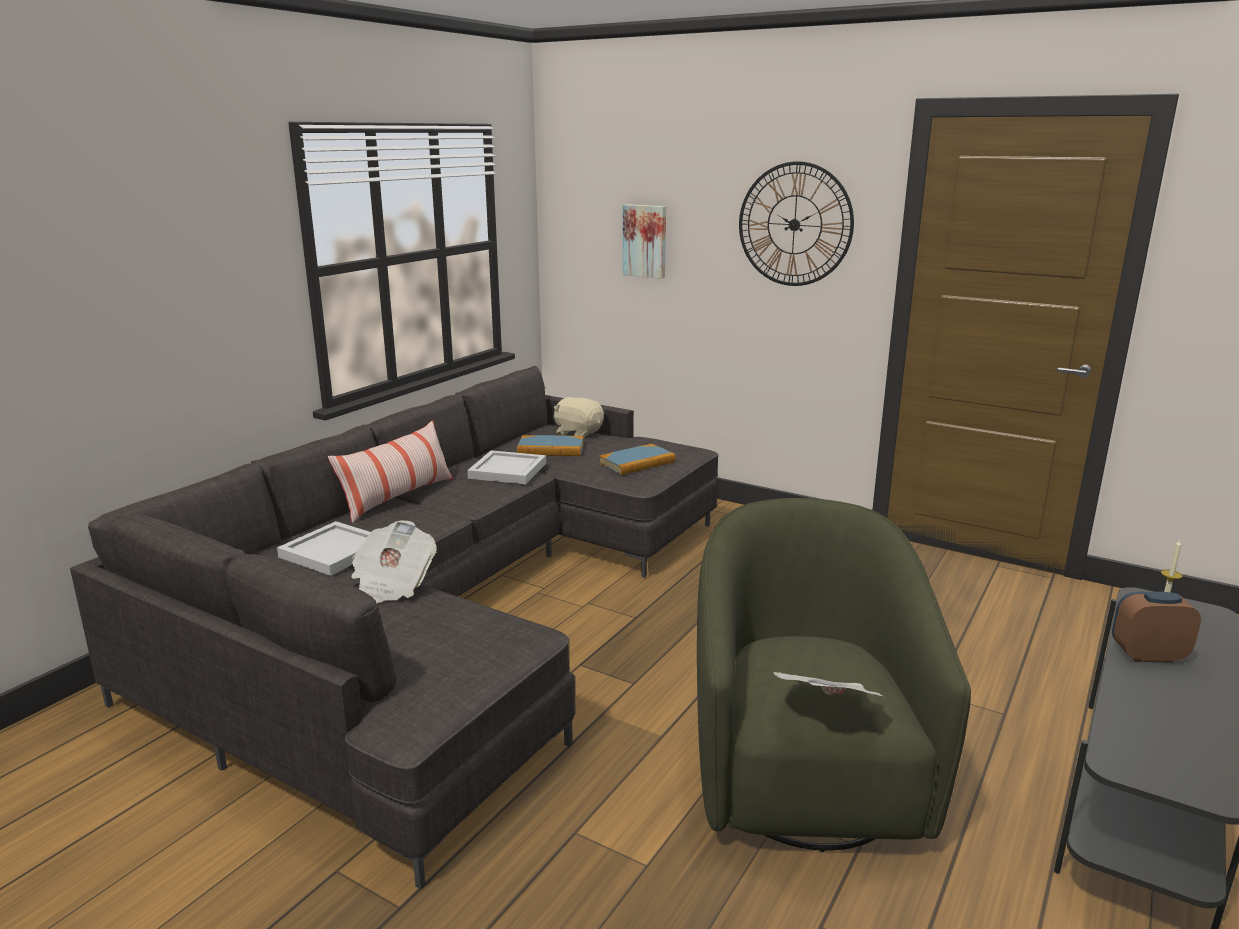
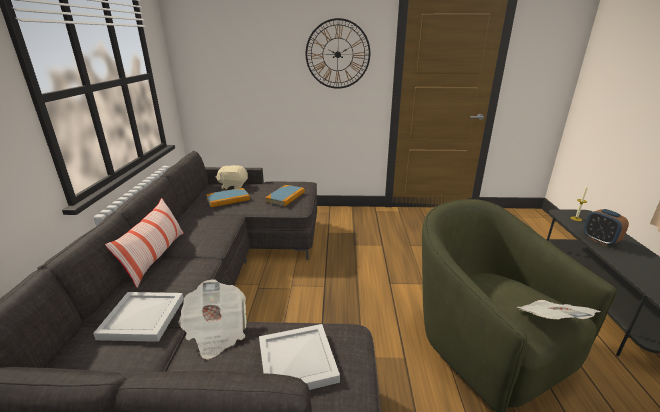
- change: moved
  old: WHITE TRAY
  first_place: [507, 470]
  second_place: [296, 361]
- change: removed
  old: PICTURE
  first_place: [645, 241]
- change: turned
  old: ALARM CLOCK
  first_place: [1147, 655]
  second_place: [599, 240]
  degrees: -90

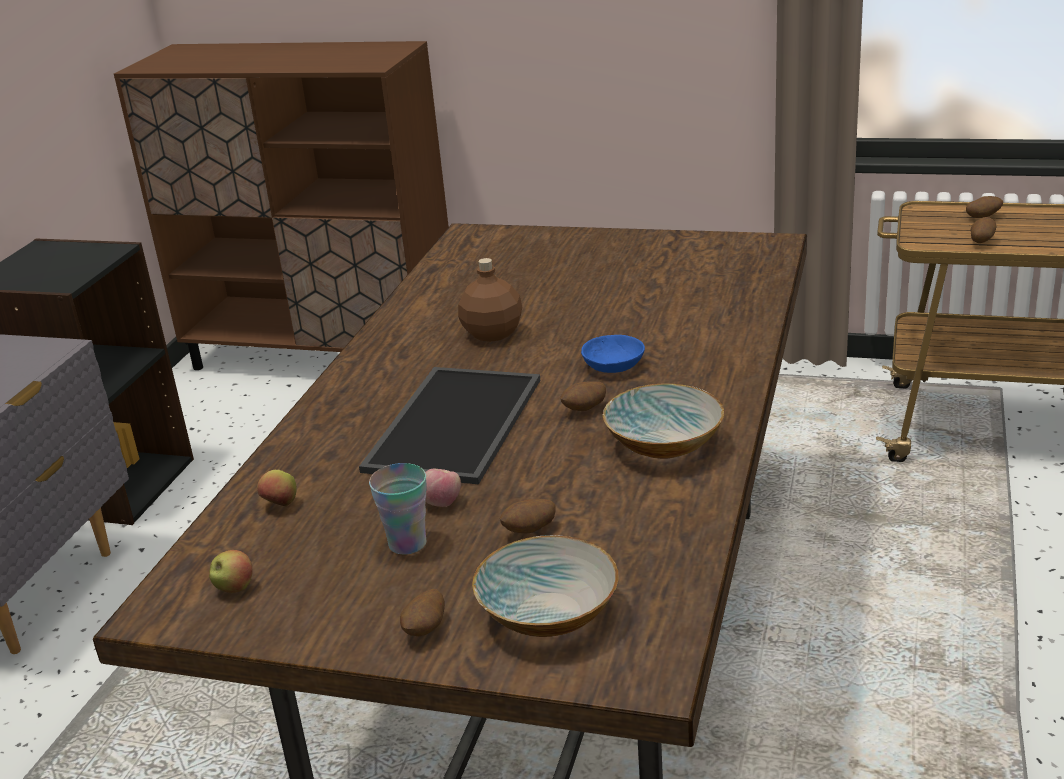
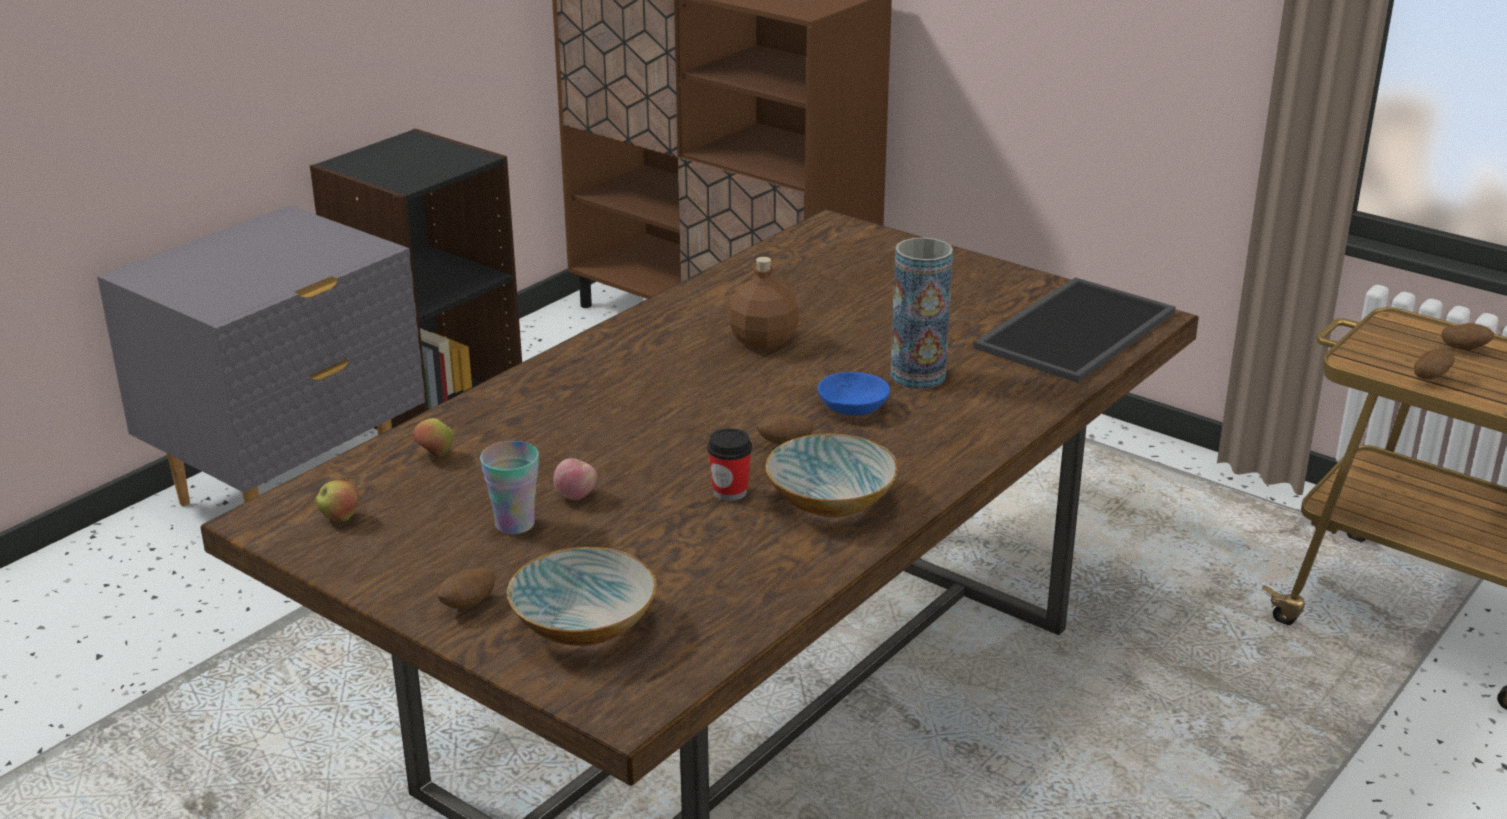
- change: moved
  old: TRAY
  first_place: [452, 422]
  second_place: [1074, 328]
- change: removed
  old: POTATO
  first_place: [530, 531]
- change: added
  new: CUP
  second_place: [730, 492]
- change: added
  new: VASE
  second_place: [917, 376]

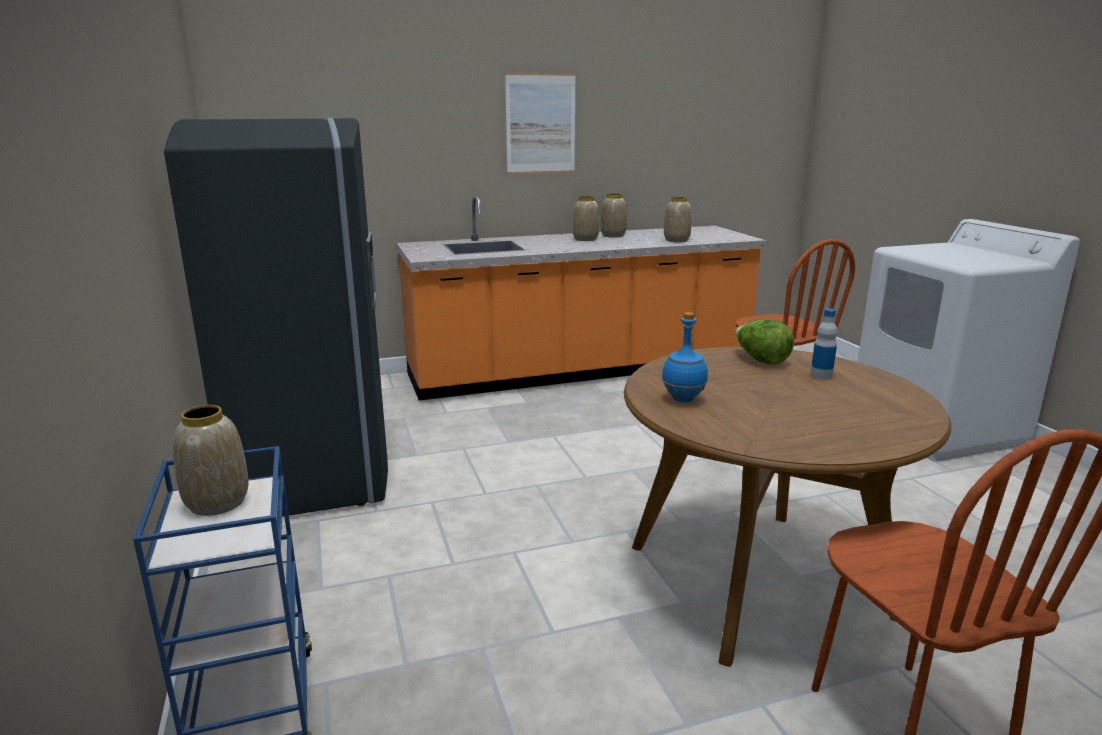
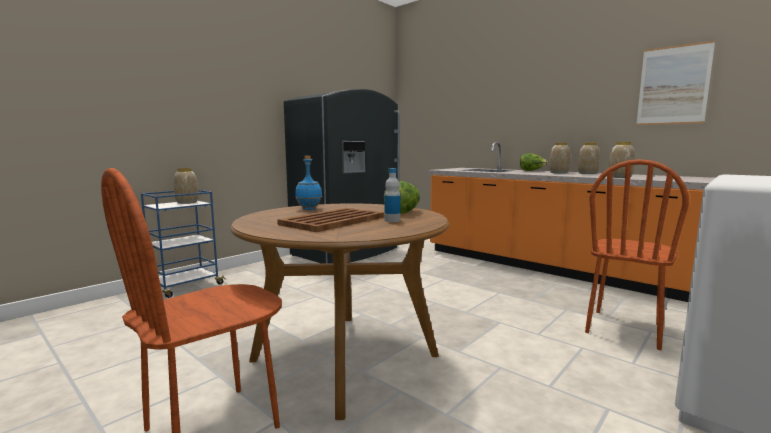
- change: moved
  old: PICTURE
  first_place: [540, 124]
  second_place: [673, 85]
- change: added
  new: BROWN TRAY
  second_place: [334, 220]
- change: added
  new: LETTUCE
  second_place: [531, 171]

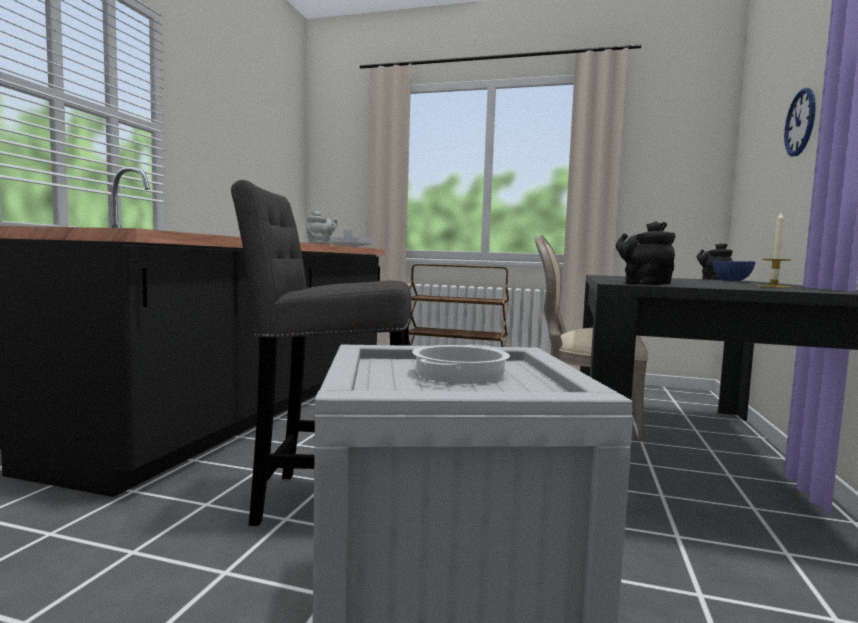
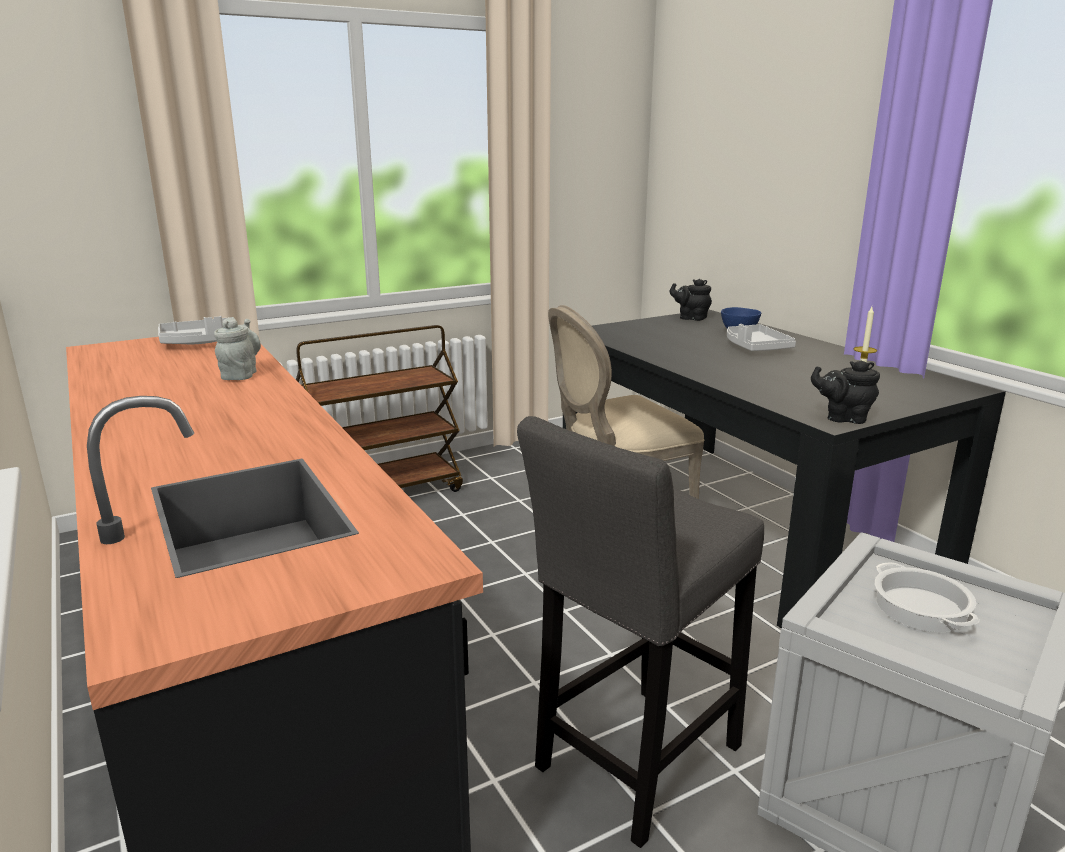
- change: removed
  old: WALL CLOCK
  first_place: [800, 122]
- change: added
  new: GREY TRAY
  second_place: [755, 347]

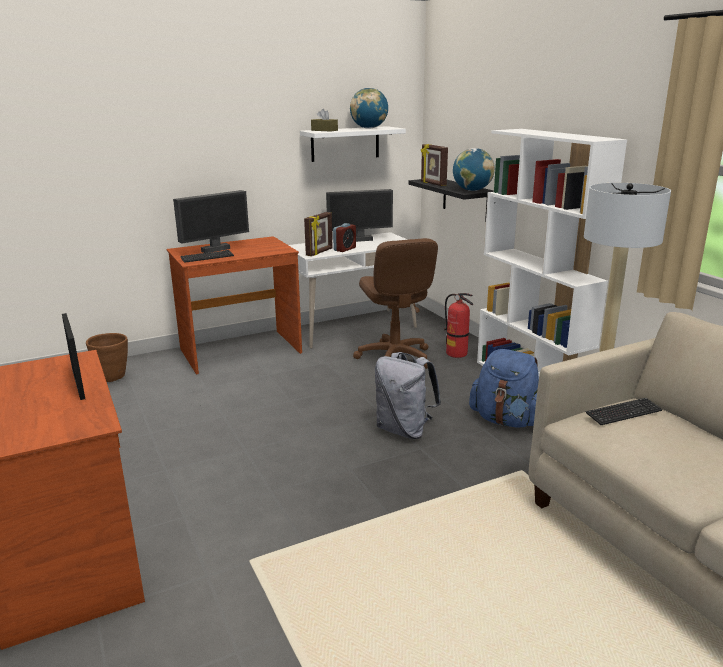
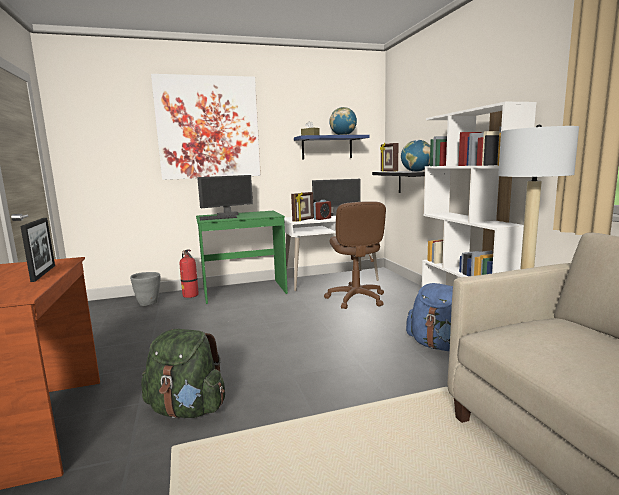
- change: recoloured
  old: BROWN PLANTER
  new: GREY PLANTER
  first_place: [113, 377]
  second_place: [148, 303]
- change: recoloured
  old: BROWN DESK
  new: GREEN DESK
  first_place: [240, 351]
  second_place: [244, 291]
- change: recoloured
  old: WHITE SHELF
  new: BLUE SHELF
  first_place: [345, 144]
  second_place: [327, 147]
- change: removed
  old: GREY BACKPACK
  first_place: [404, 430]
- change: moved
  old: FIRE EXTINGUISHER
  first_place: [457, 354]
  second_place: [191, 295]
- change: removed
  old: KEYBOARD
  first_place: [623, 413]
- change: added
  new: GREEN BACKPACK
  second_place: [187, 409]
- change: added
  new: PICTURE
  second_place: [208, 128]

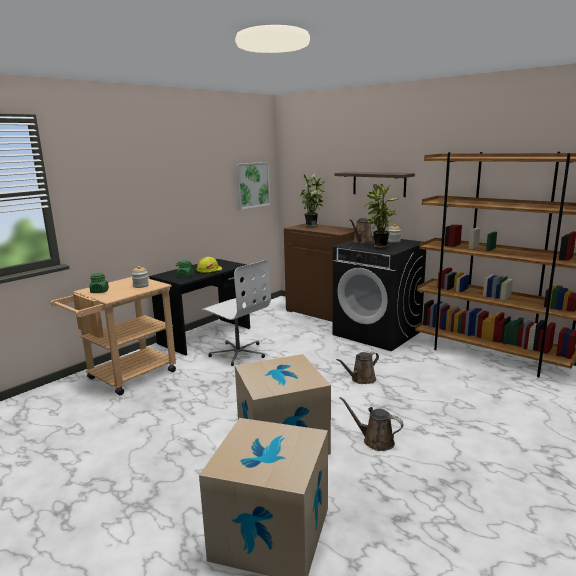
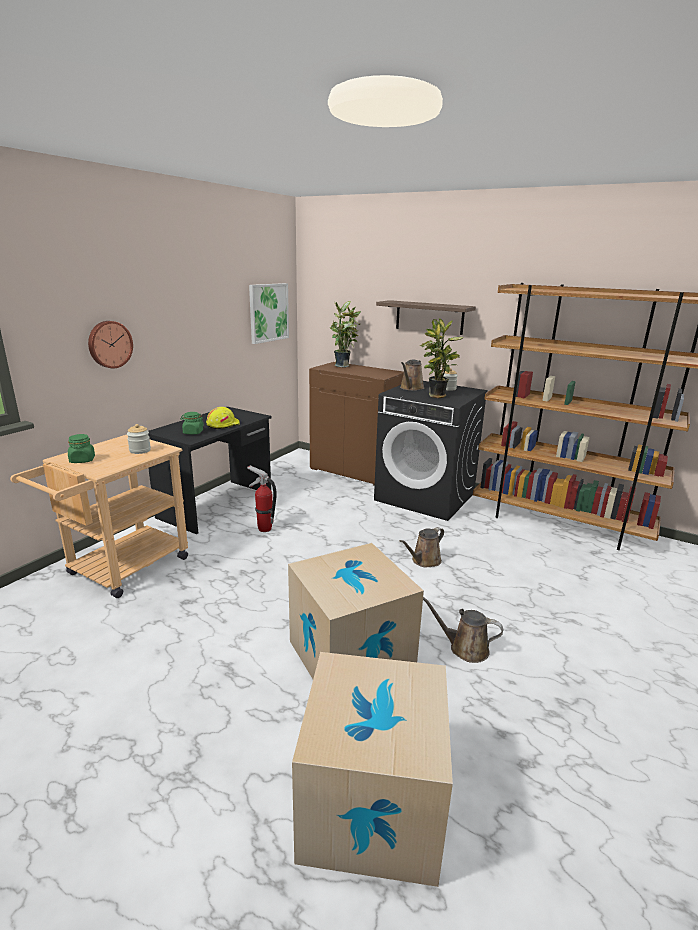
- change: replaced
  old: WHITE OFFICE CHAIR
  new: FIRE EXTINGUISHER
  first_place: [238, 353]
  second_place: [264, 529]
- change: added
  new: WALL CLOCK
  second_place: [109, 344]

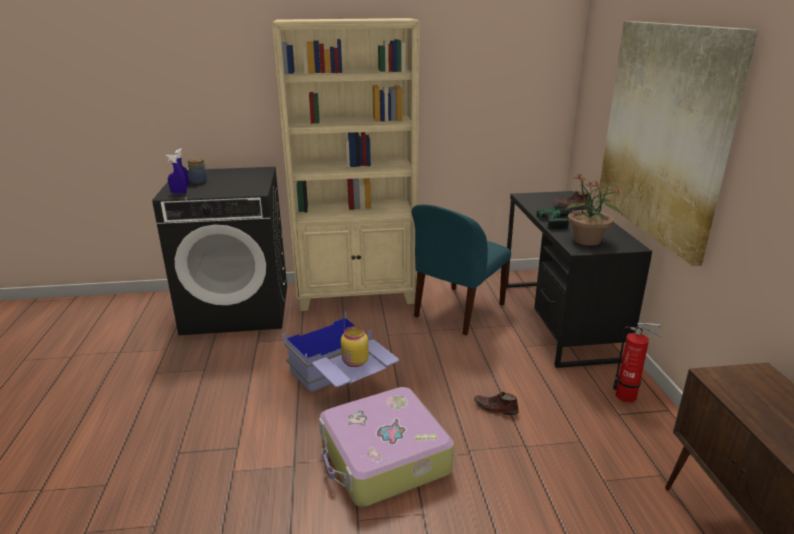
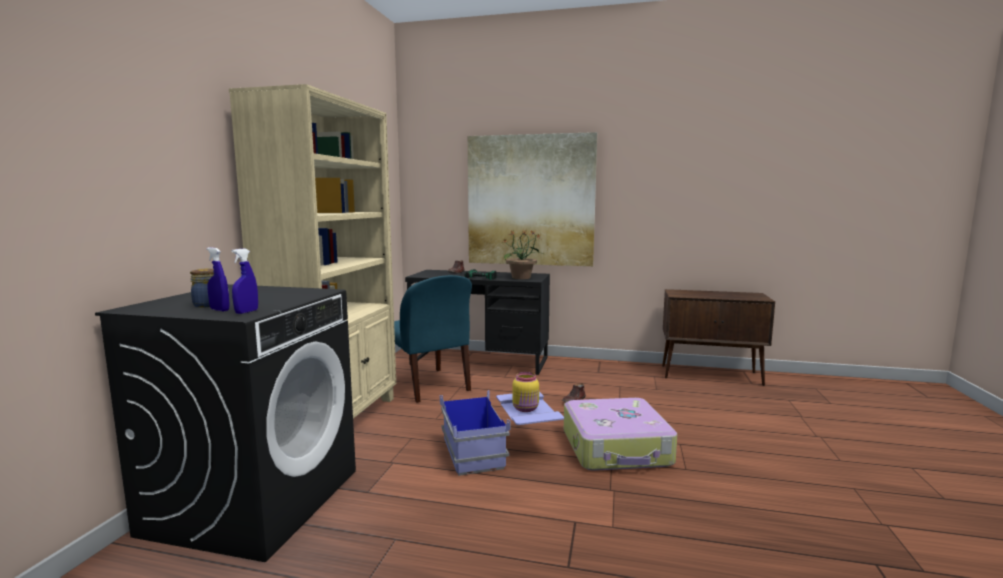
- change: removed
  old: FIRE EXTINGUISHER
  first_place: [629, 397]

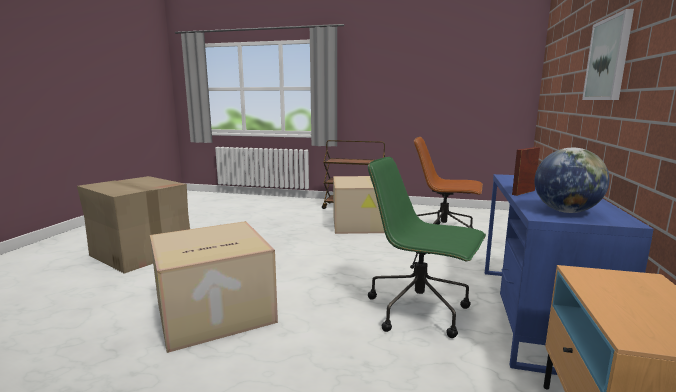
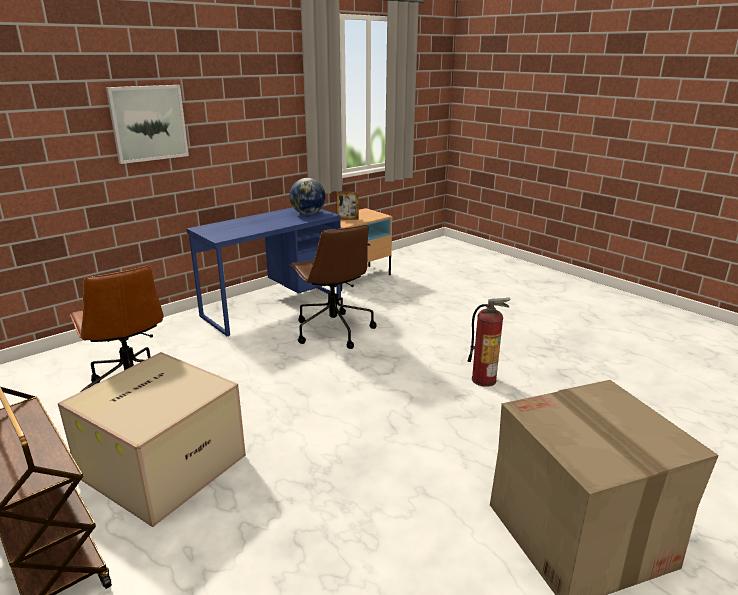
- change: replaced
  old: CARDBOARD BOX
  new: FIRE EXTINGUISHER
  first_place: [213, 312]
  second_place: [484, 379]
- change: recoloured
  old: GREEN OFFICE CHAIR
  new: BROWN OFFICE CHAIR
  first_place: [420, 311]
  second_place: [333, 330]
- change: moved
  old: PICTURE FRAME
  first_place: [523, 192]
  second_place: [347, 219]

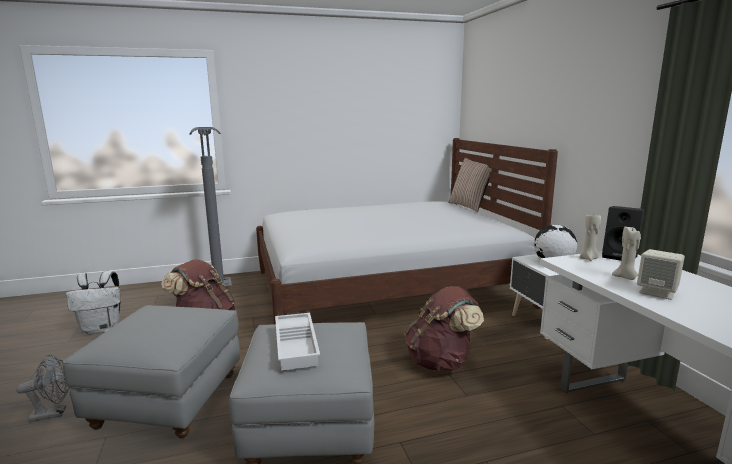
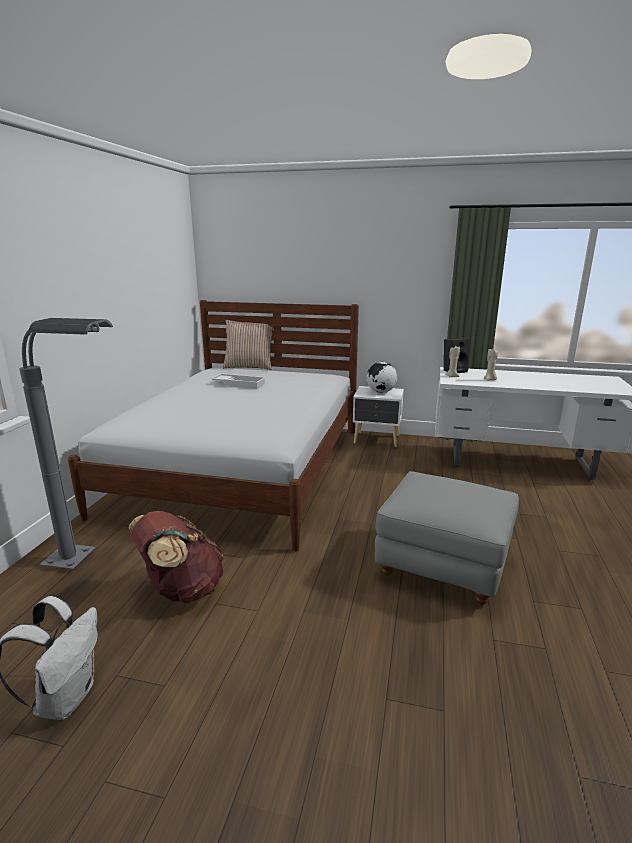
- change: removed
  old: GREY FAN
  first_place: [54, 413]
- change: removed
  old: GREY OTTOMAN
  first_place: [168, 401]
- change: moved
  old: WHITE TRAY
  first_place: [297, 345]
  second_place: [239, 384]
- change: removed
  old: BROWN BACKPACK
  first_place: [441, 362]
- change: removed
  old: BEIGE SPEAKER
  first_place: [657, 292]

